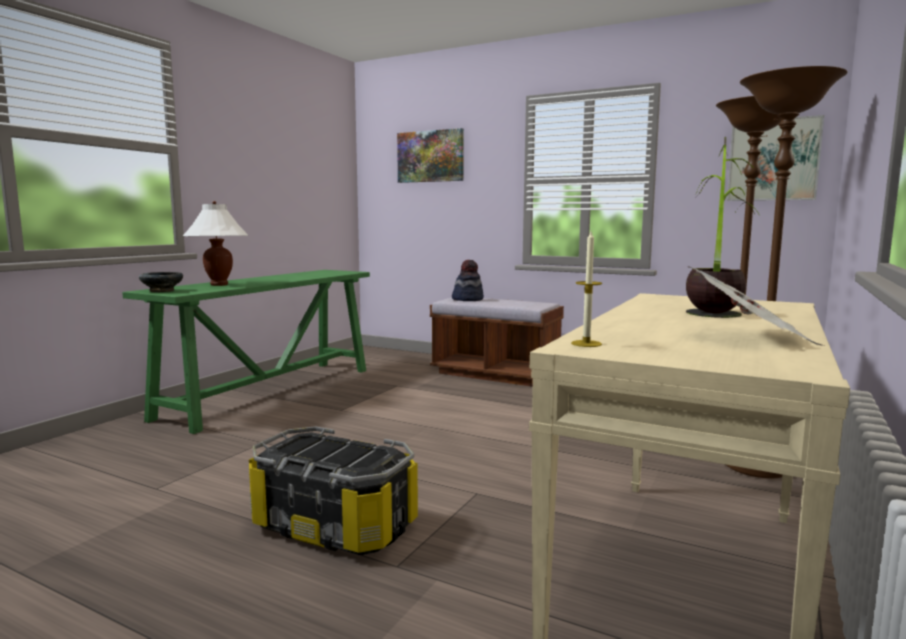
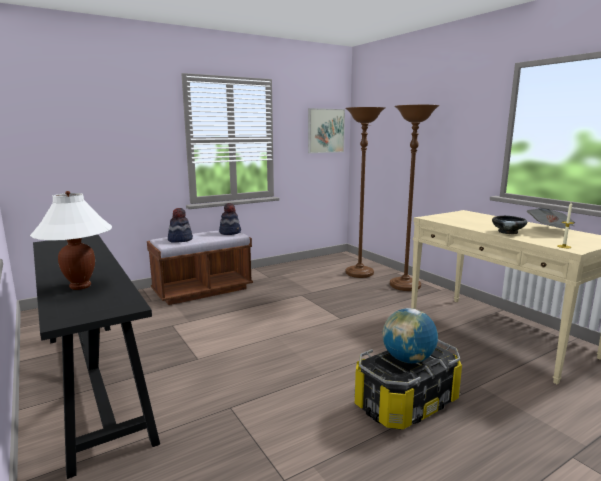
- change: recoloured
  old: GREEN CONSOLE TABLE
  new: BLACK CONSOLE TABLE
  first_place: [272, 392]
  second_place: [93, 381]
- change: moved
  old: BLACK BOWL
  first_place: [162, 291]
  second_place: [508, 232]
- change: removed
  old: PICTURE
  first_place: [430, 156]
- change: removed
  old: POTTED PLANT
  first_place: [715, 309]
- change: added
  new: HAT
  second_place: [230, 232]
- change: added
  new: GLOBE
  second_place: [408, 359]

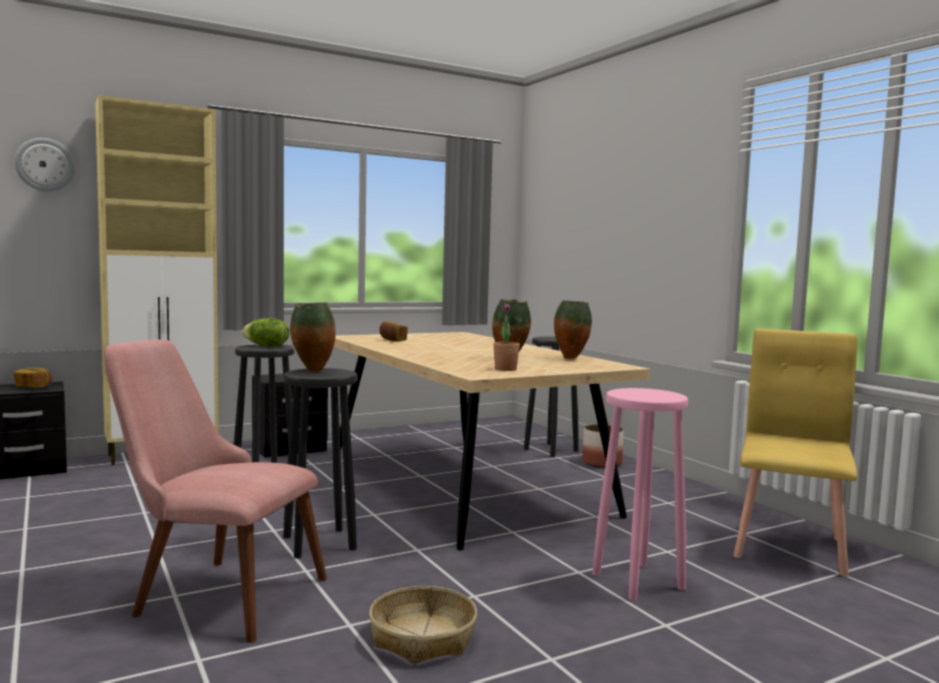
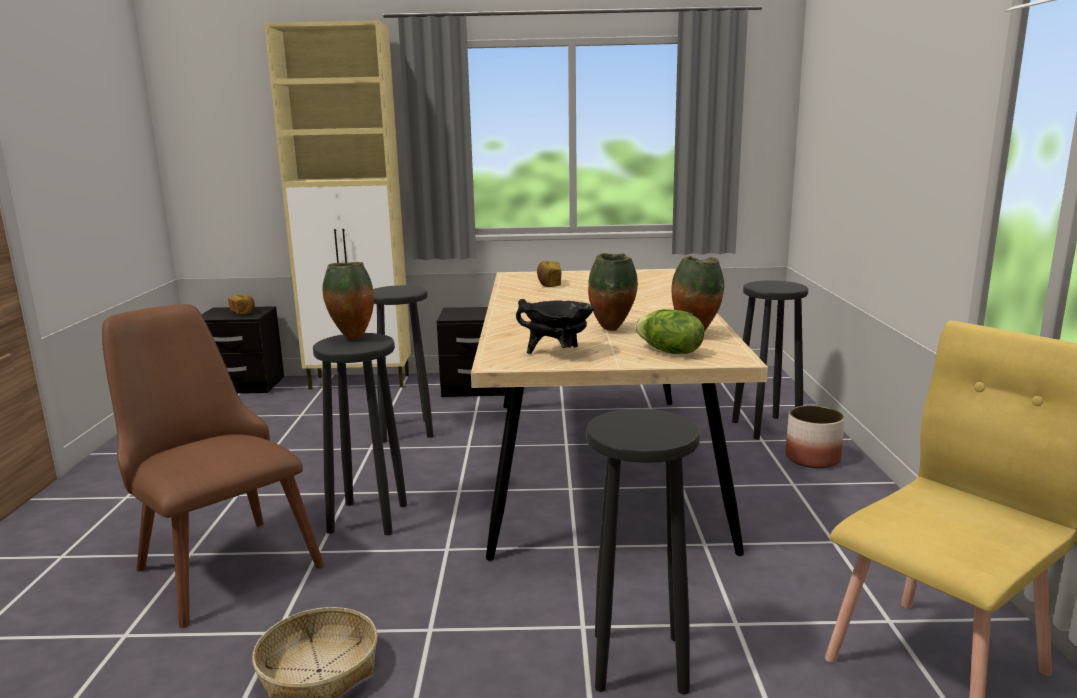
- change: removed
  old: WALL CLOCK
  first_place: [45, 165]
- change: recoloured
  old: PINK CHAIR
  new: BROWN CHAIR
  first_place: [212, 593]
  second_place: [217, 559]
- change: moved
  old: LETTUCE
  first_place: [266, 346]
  second_place: [669, 352]
- change: replaced
  old: POTTED PLANT
  new: BLACK COOKING POT
  first_place: [505, 369]
  second_place: [558, 353]
- change: recoloured
  old: PINK STOOL
  new: BLACK STOOL
  first_place: [636, 581]
  second_place: [638, 662]

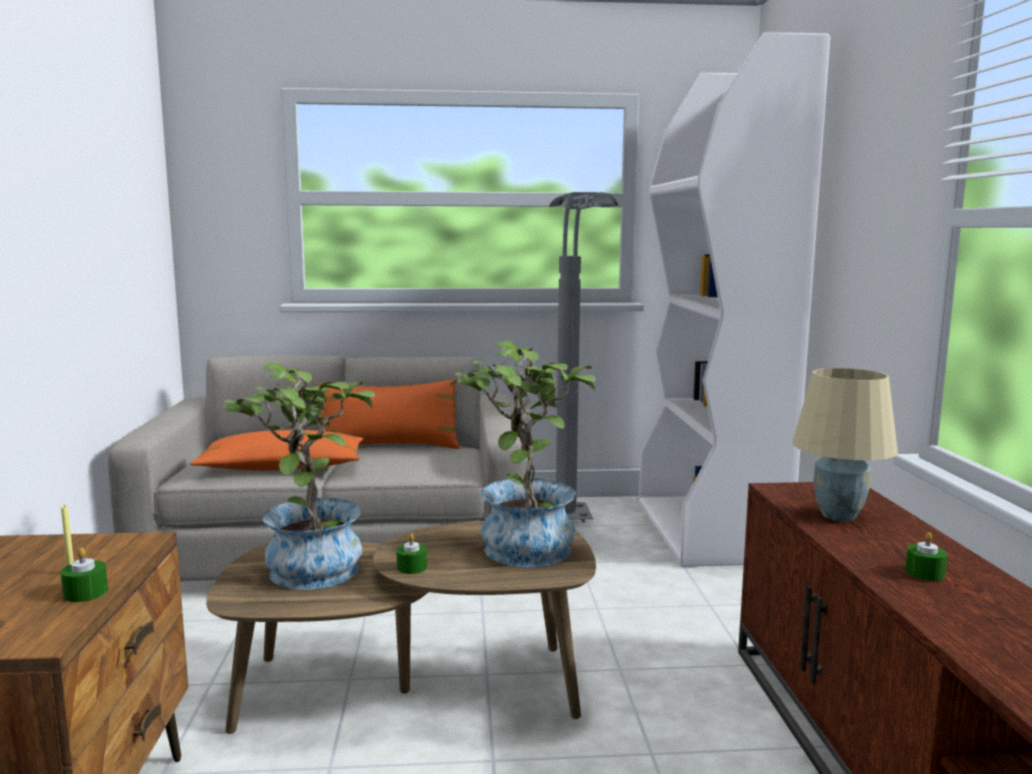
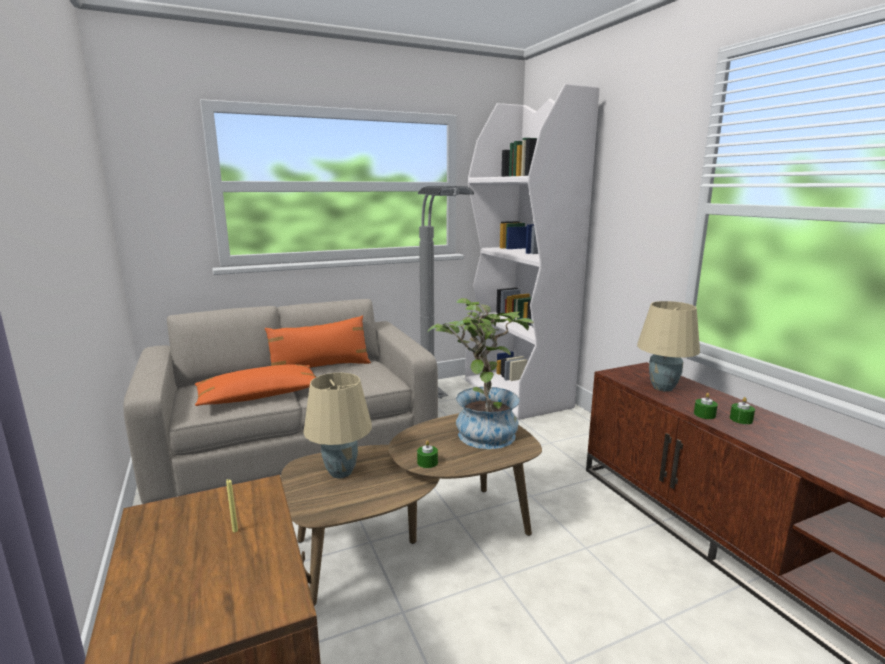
- change: moved
  old: GREEN CANDLE
  first_place: [85, 593]
  second_place: [704, 414]
- change: replaced
  old: POTTED PLANT
  new: BEIGE TABLE LAMP
  first_place: [308, 565]
  second_place: [340, 472]

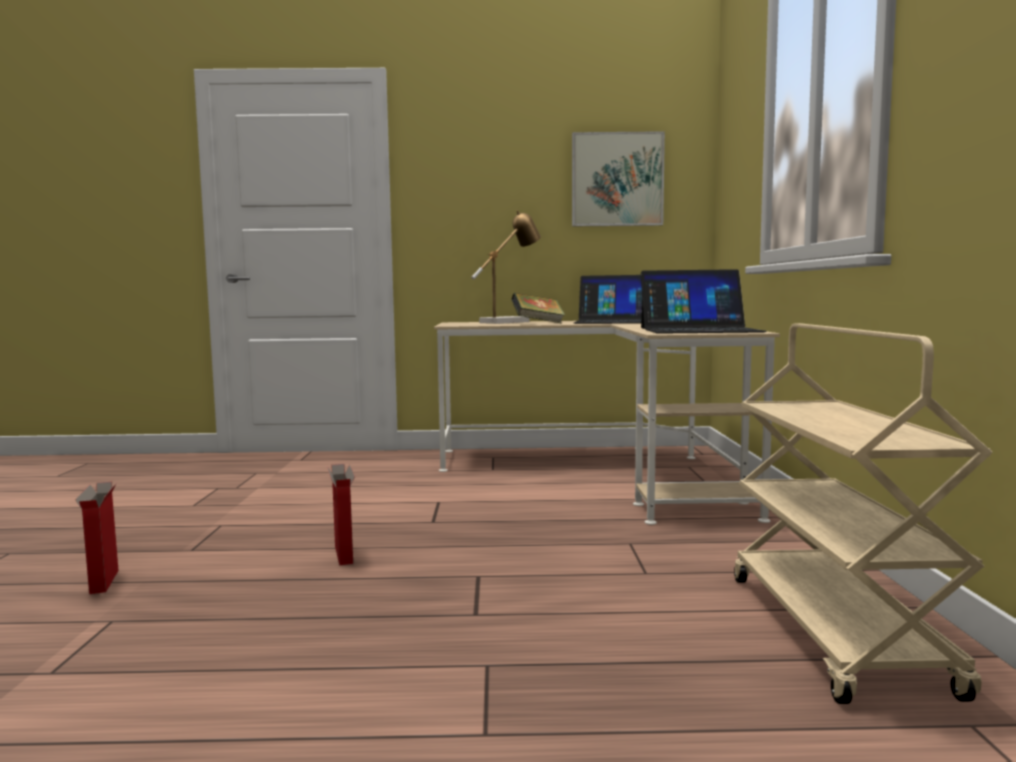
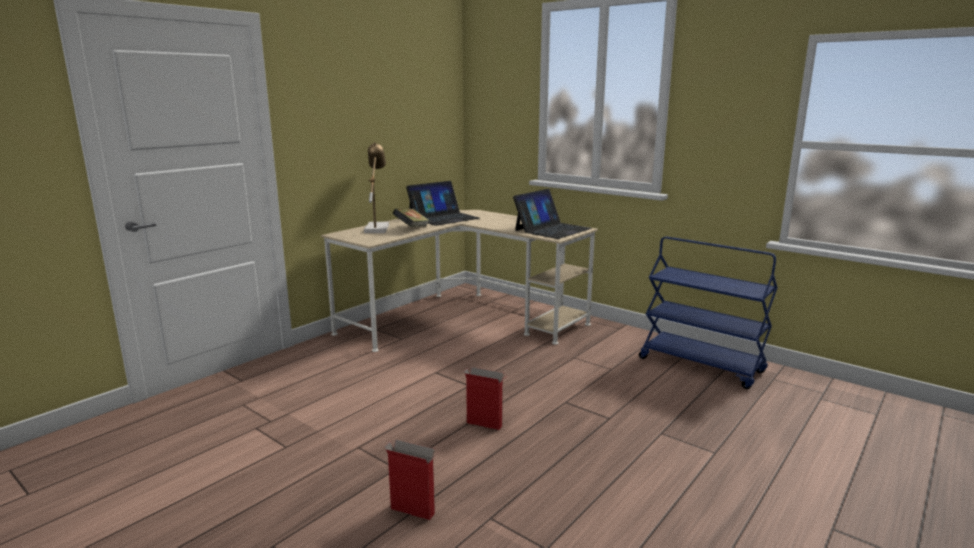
- change: removed
  old: PICTURE
  first_place: [617, 179]
- change: recoloured
  old: BEIGE CART
  new: BLUE CART
  first_place: [836, 633]
  second_place: [702, 365]

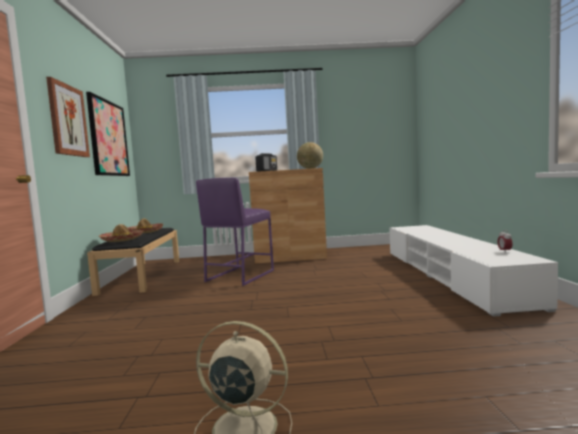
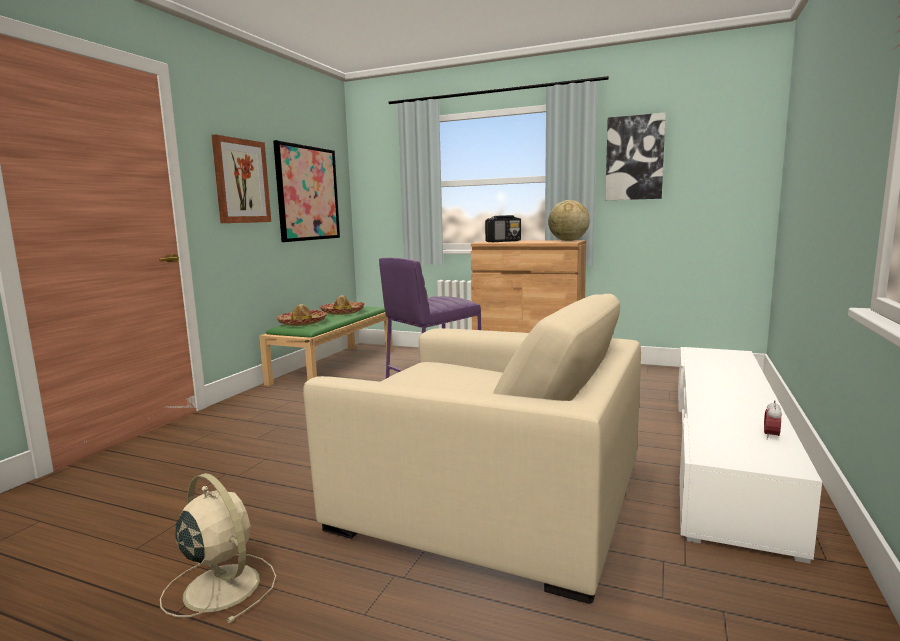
- change: recoloured
  old: BLACK BENCH
  new: GREEN BENCH
  first_place: [142, 275]
  second_place: [334, 366]
- change: added
  new: BEIGE ARMCHAIR
  second_place: [489, 497]
- change: added
  new: PICTURE
  second_place: [634, 158]

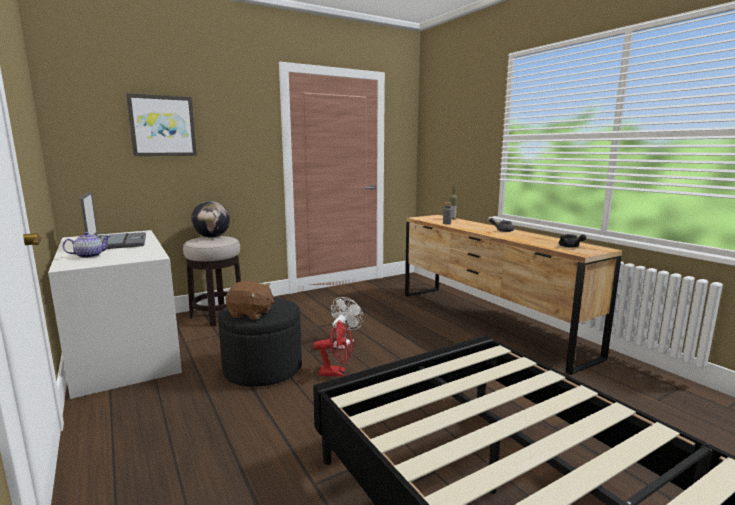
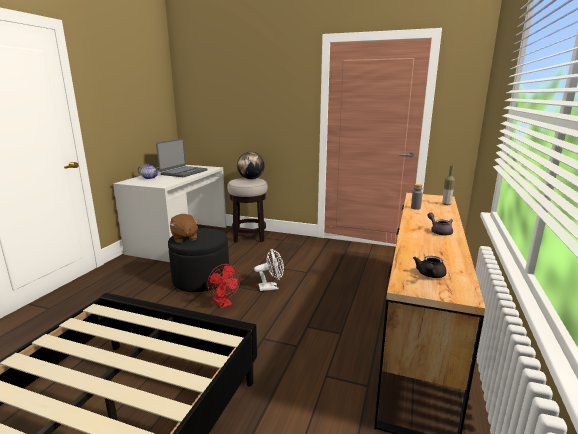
- change: removed
  old: PICTURE
  first_place: [162, 126]

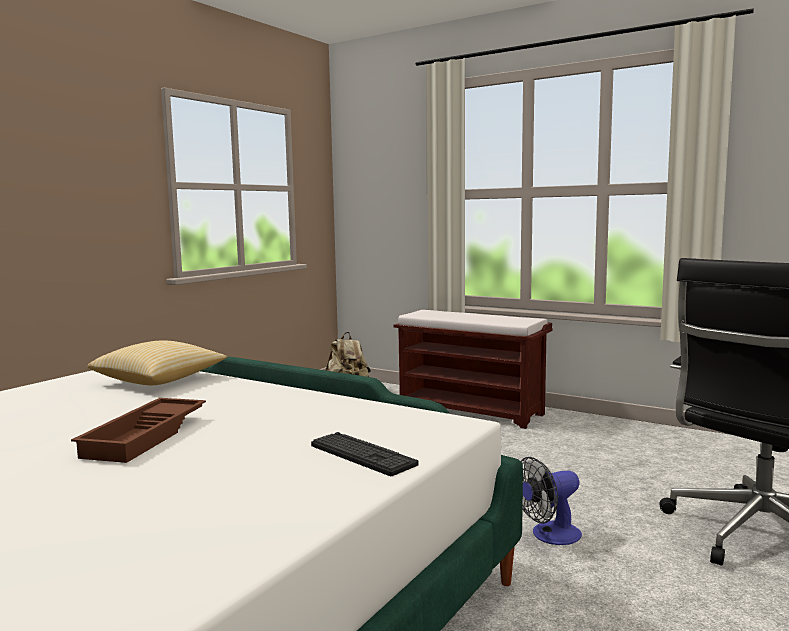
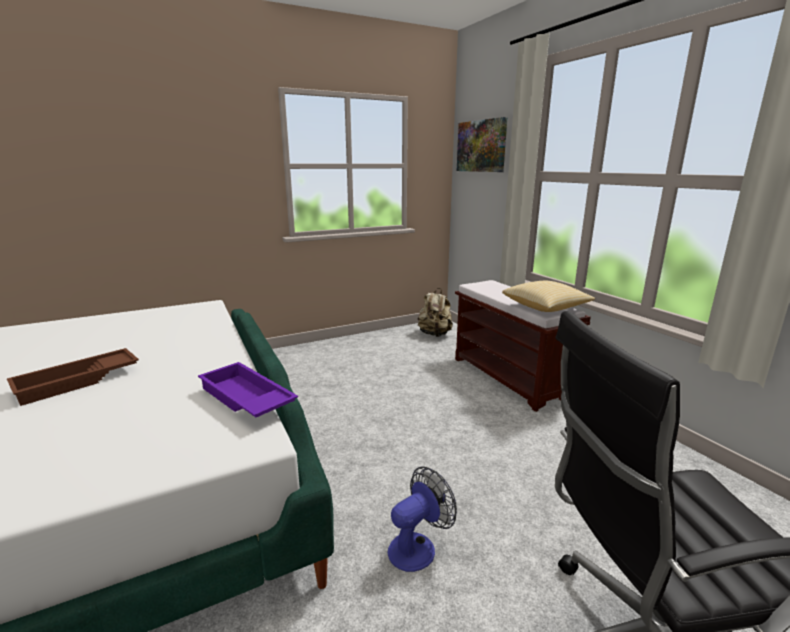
- change: moved
  old: PILLOW
  first_place: [160, 380]
  second_place: [545, 307]
- change: removed
  old: KEYBOARD
  first_place: [362, 455]
- change: turned
  old: FAN
  first_place: [549, 535]
  second_place: [418, 546]
  degrees: 135
- change: added
  new: PURPLE TRAY
  second_place: [245, 399]
- change: added
  new: PICTURE
  second_place: [481, 146]

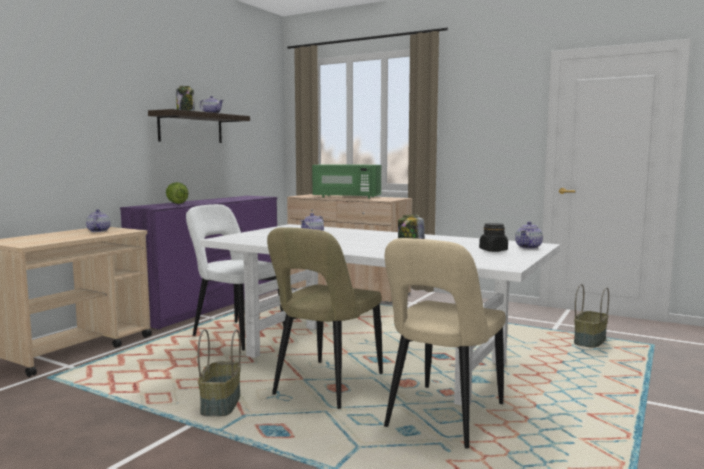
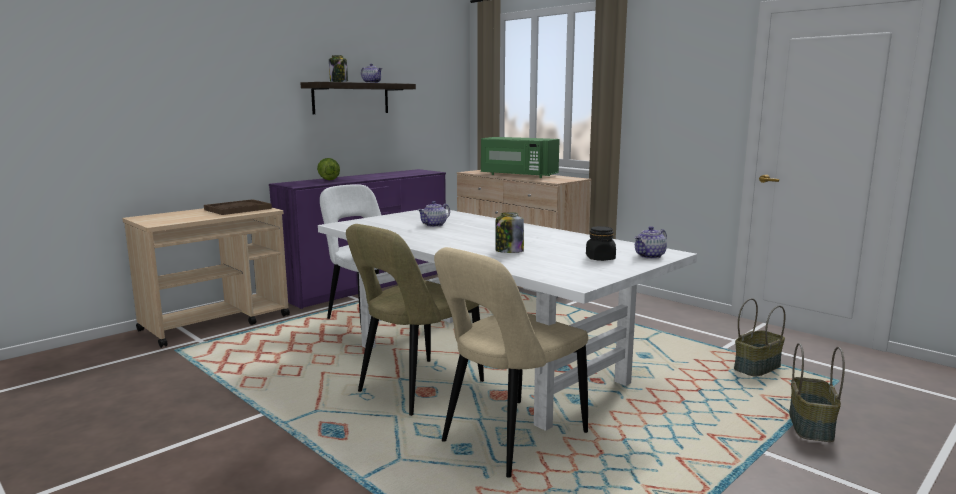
- change: replaced
  old: TEAPOT
  new: BROWN TRAY
  first_place: [98, 231]
  second_place: [238, 209]
- change: moved
  old: BASKET
  first_place: [222, 404]
  second_place: [812, 426]

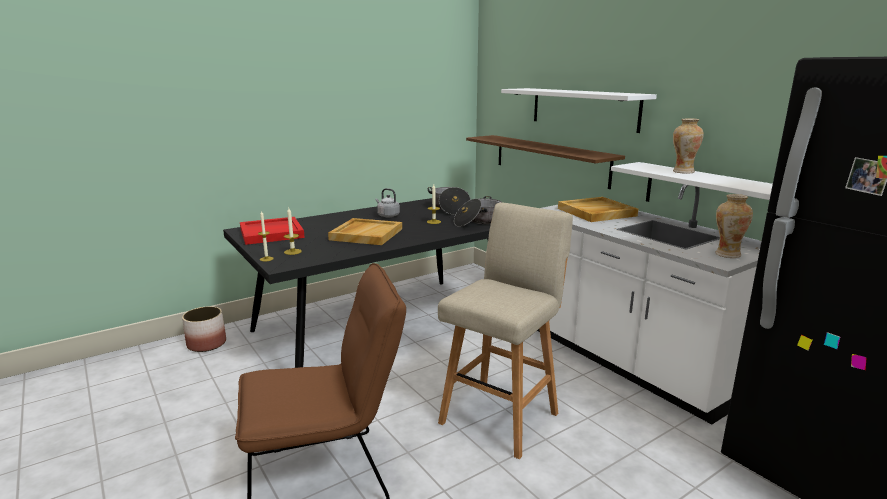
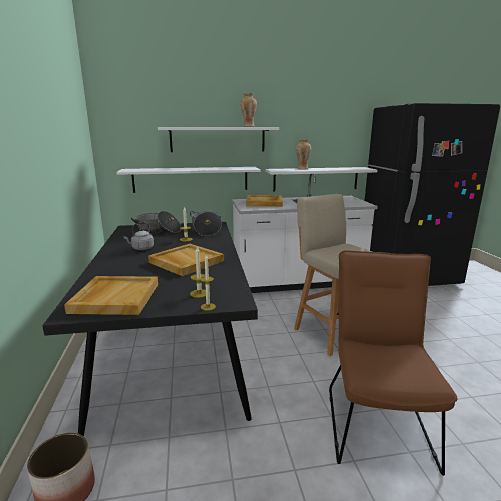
- change: recoloured
  old: RED TRAY
  new: BEIGE TRAY
  first_place: [272, 233]
  second_place: [115, 297]
- change: recoloured
  old: BROWN SHELF
  new: WHITE SHELF
  first_place: [549, 160]
  second_place: [191, 179]
- change: moved
  old: VASE
  first_place: [727, 254]
  second_place: [248, 126]

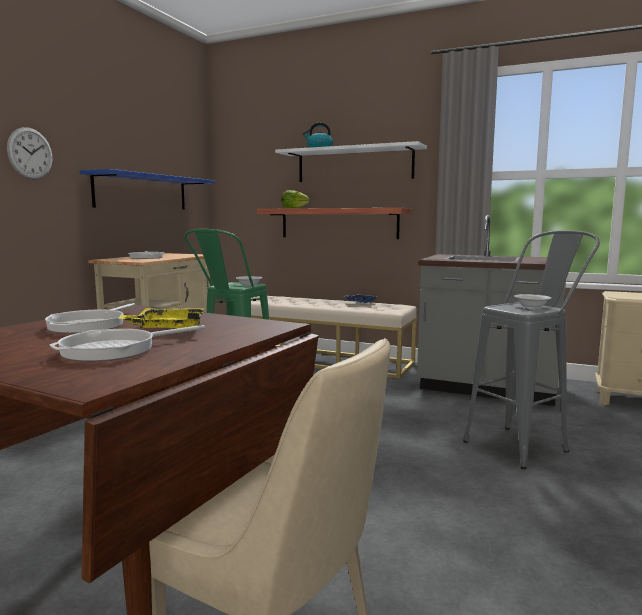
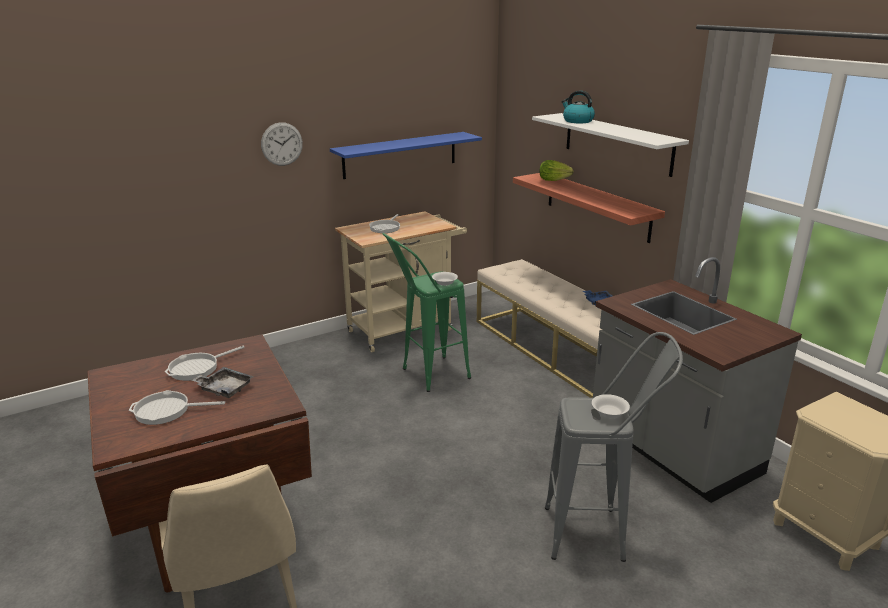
- change: recoloured
  old: YELLOW TRAY
  new: GREY TRAY
  first_place: [168, 328]
  second_place: [224, 388]

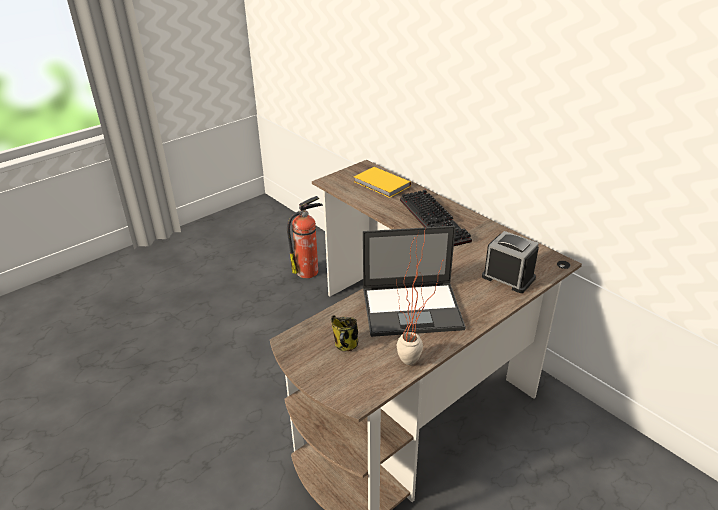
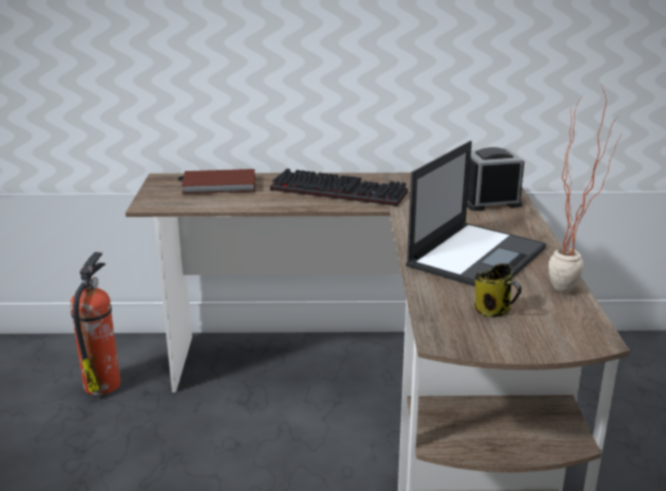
- change: recoloured
  old: YELLOW BOOK
  new: BROWN BOOK
  first_place: [381, 184]
  second_place: [220, 185]

